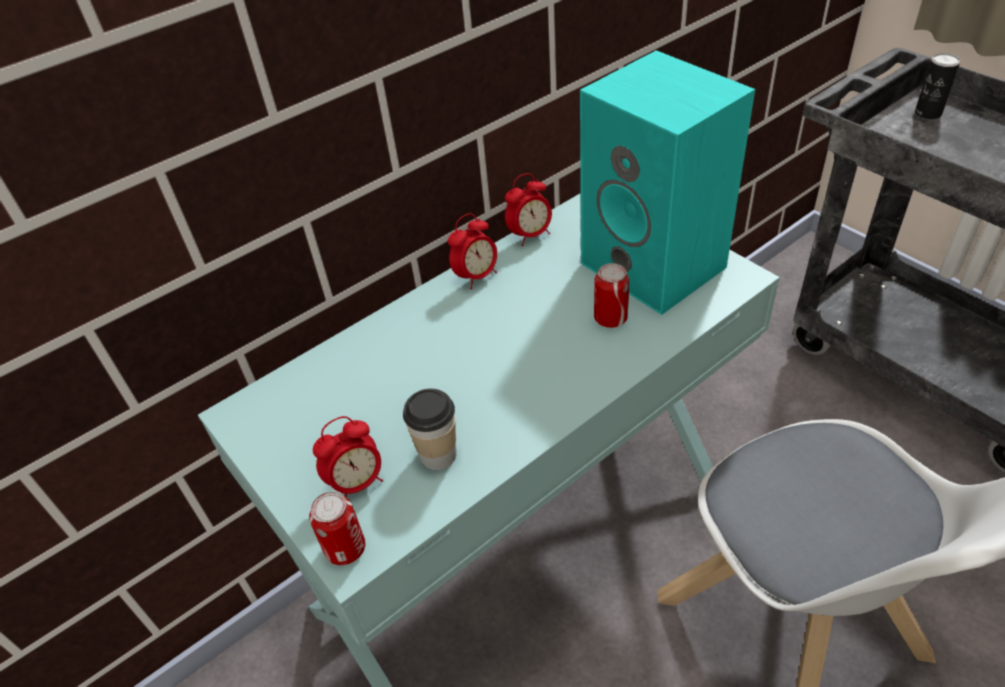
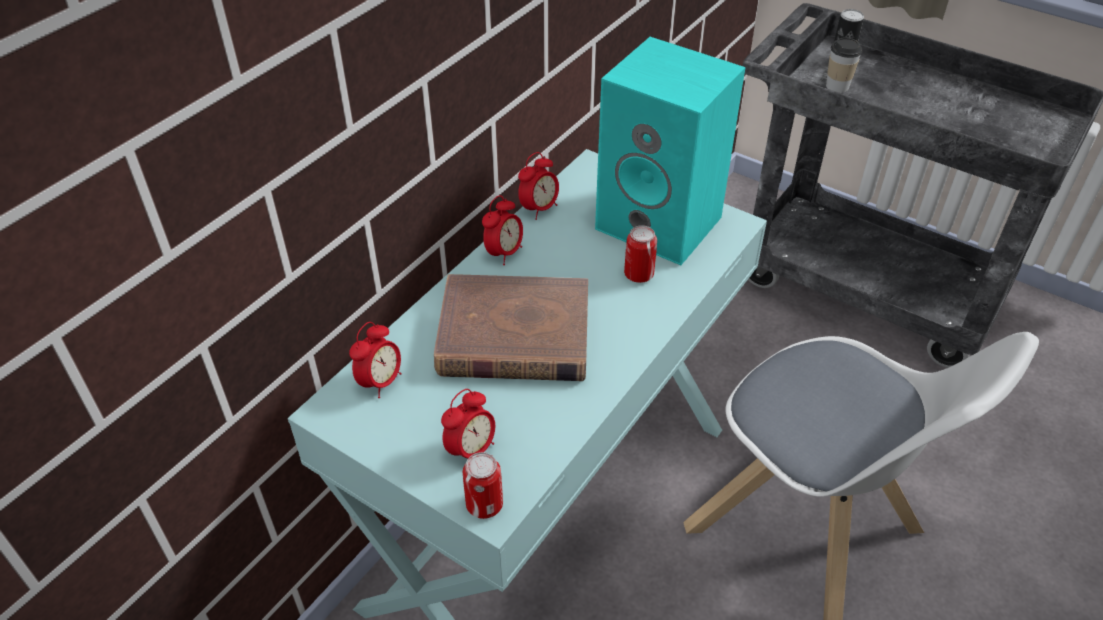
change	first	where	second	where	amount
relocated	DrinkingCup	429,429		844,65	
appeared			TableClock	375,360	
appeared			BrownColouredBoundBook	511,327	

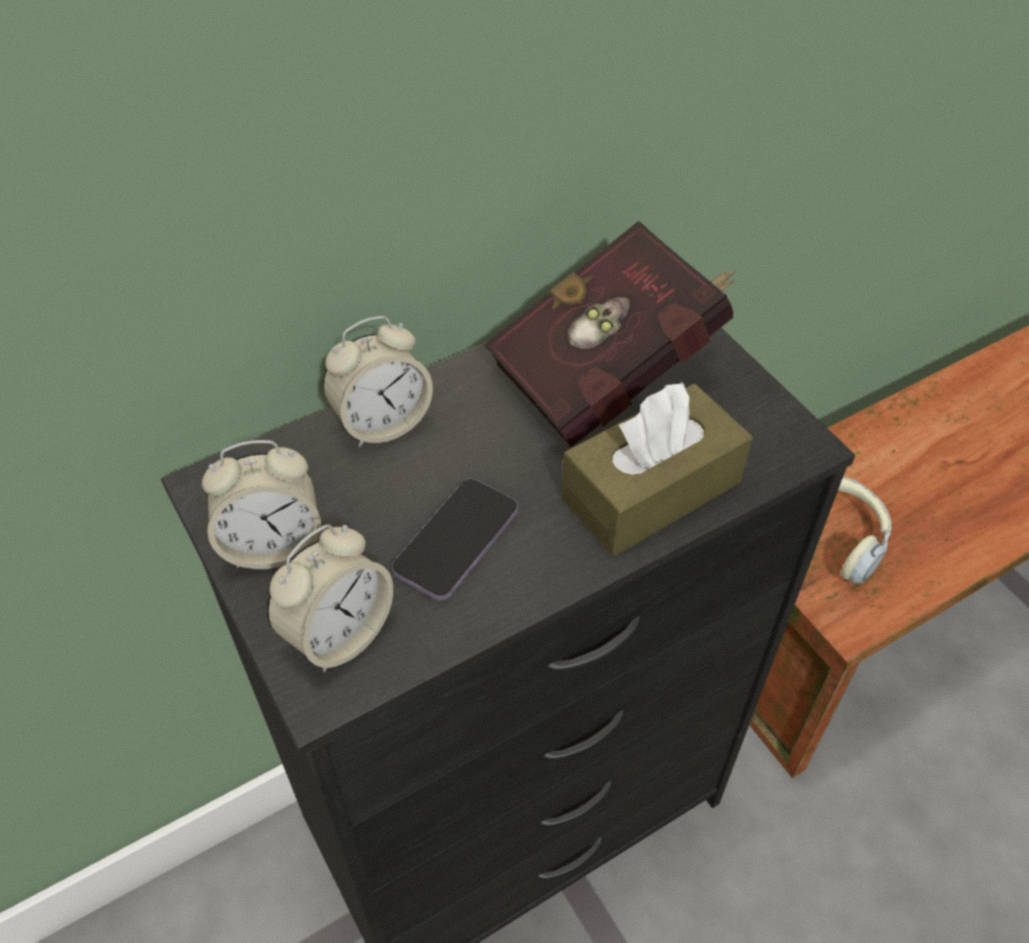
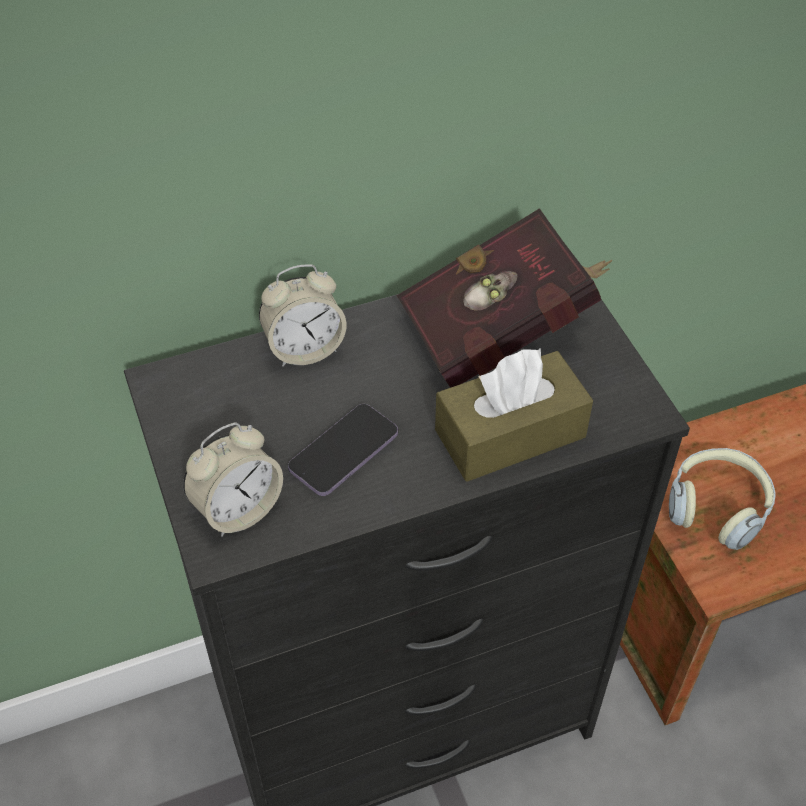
change	first	where	second	where	amount
missing	TableClock	261,504			

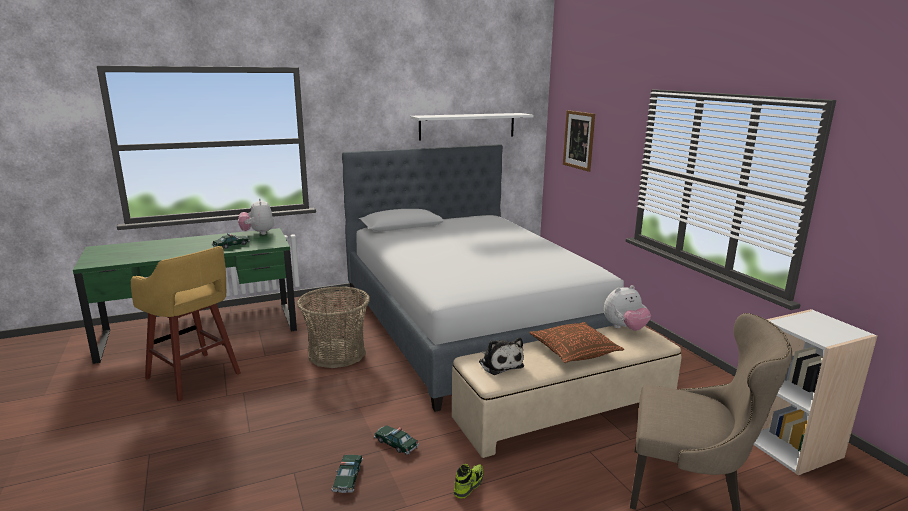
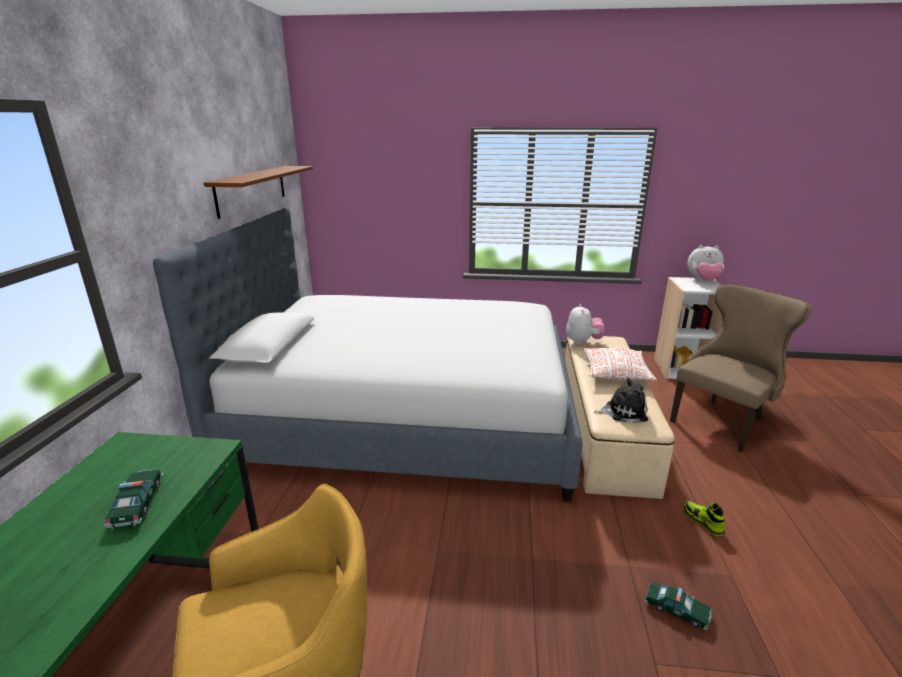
change	first	where	second	where	amount
relocated	CuddlyToy	256,216		705,263	
missing	Basket	333,327			
missing	MiniatureCar	396,440			
colour	WhiteWallShelf	471,126	BrownColouredWallShelf	258,192	
colour	BrownColouredPillow	576,342	WhitePillow	620,364	
missing	WallPicture	579,141			

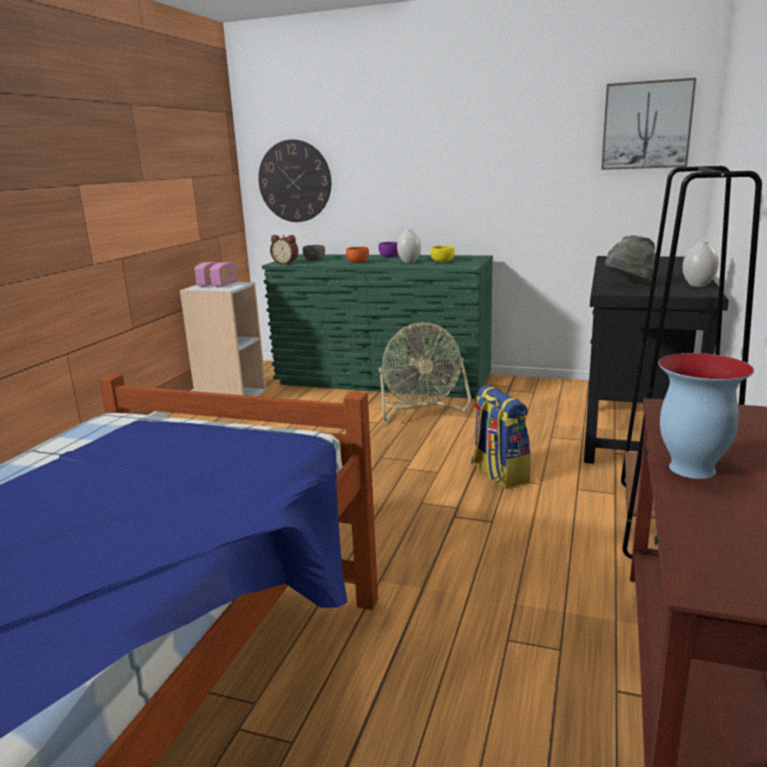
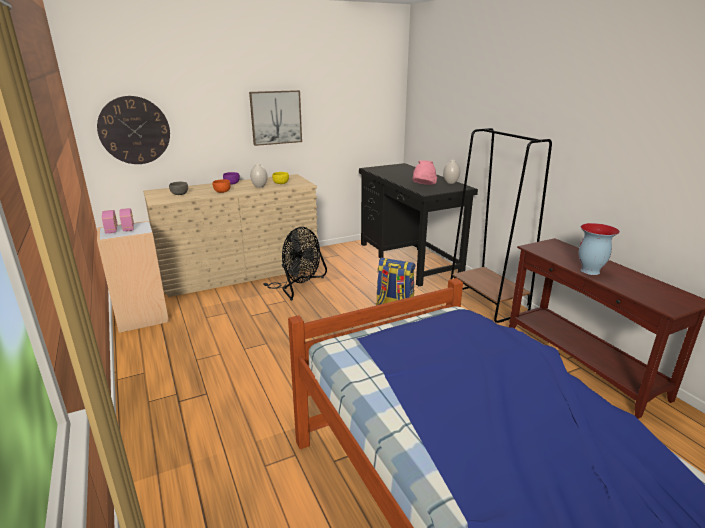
change	first	where	second	where	amount
colour	GreenDresser	377,326	SandColouredDresser	230,235	
missing	TableClock	284,249			
colour	SandColouredFan	425,373	BlackFan	295,264	
relocated	WallPicture	648,124		275,118	
colour	GreyWearableHat	630,259	PinkColouredWearableHat	425,172	

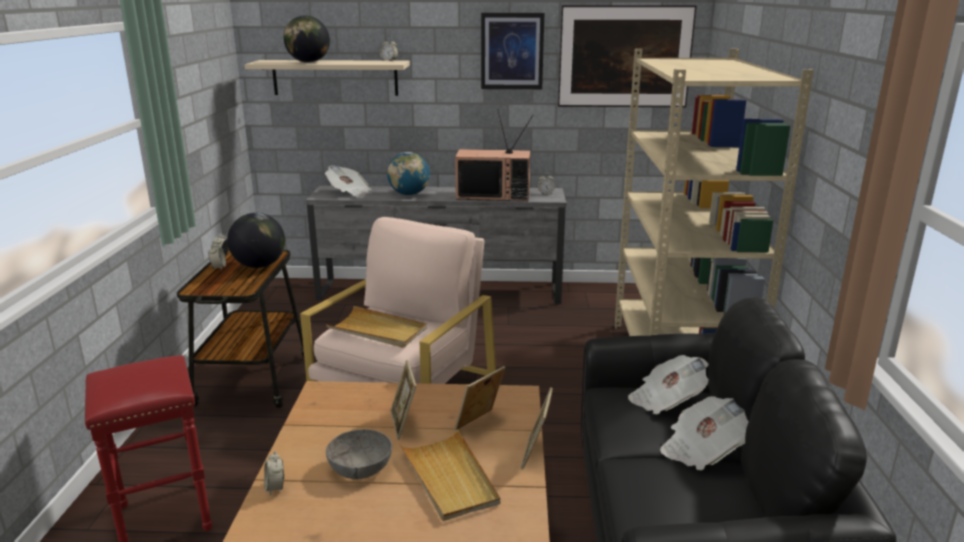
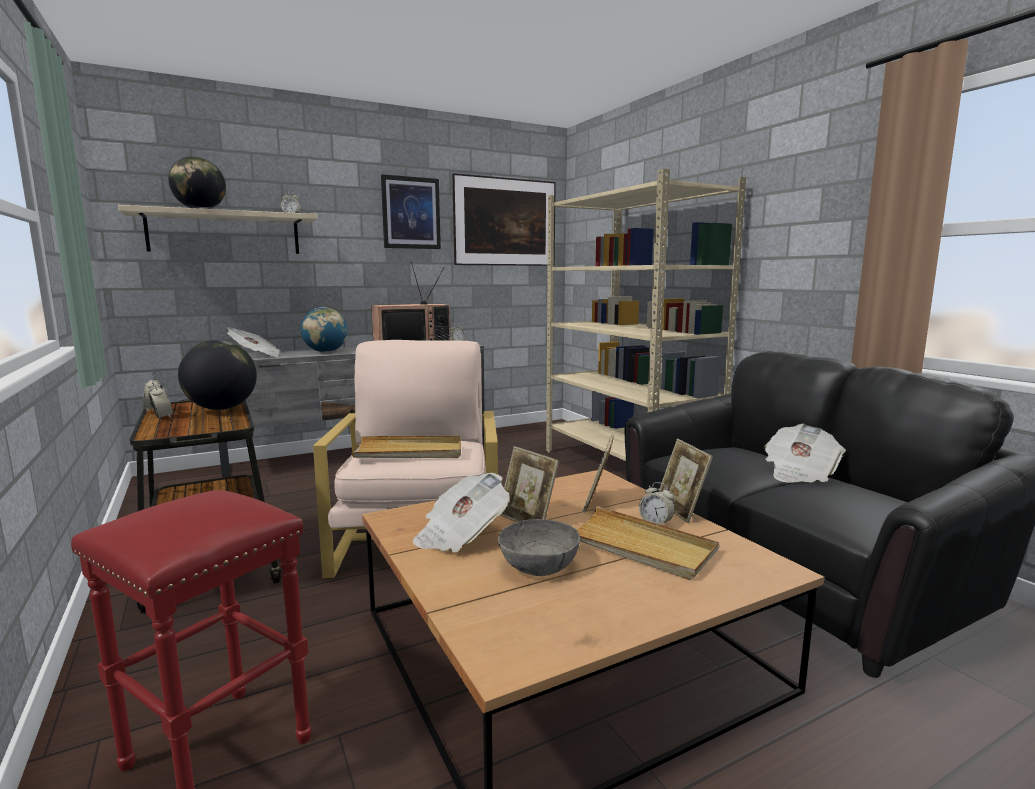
change	first	where	second	where	amount
relocated	TableClock	274,473		657,504	
relocated	PrintedPaper	668,385		461,512	

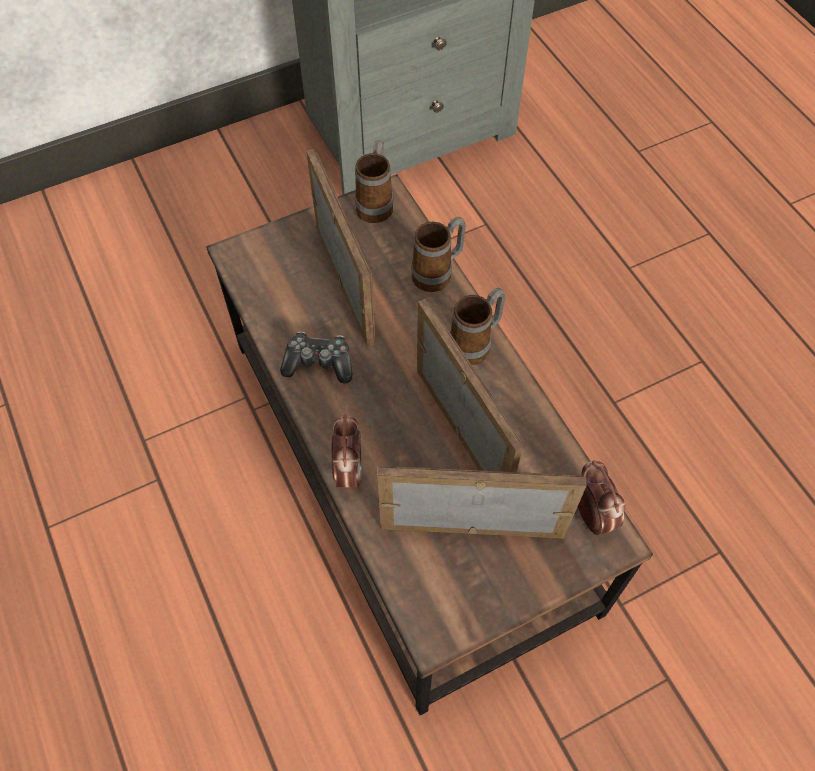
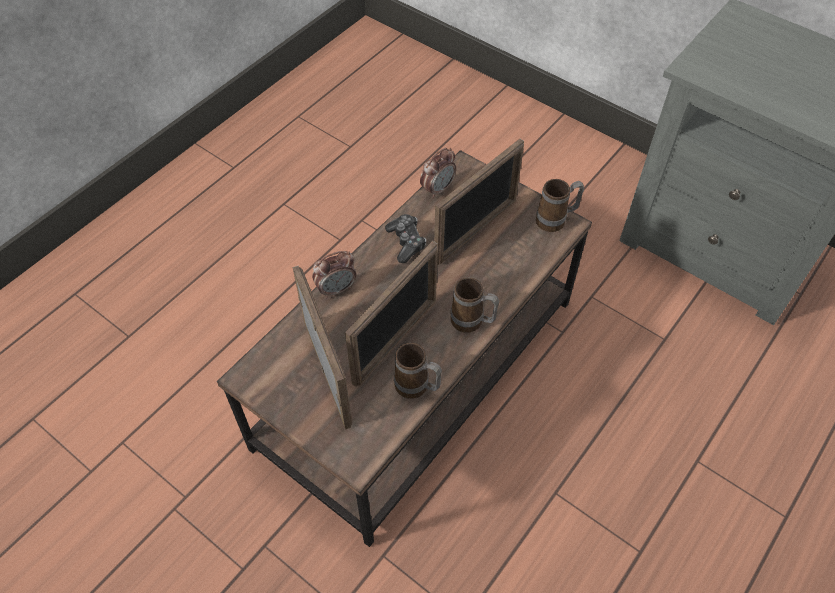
change	first	where	second	where	amount
relocated	Mug	438,254		418,371	
relocated	TableClock	601,497		438,173	

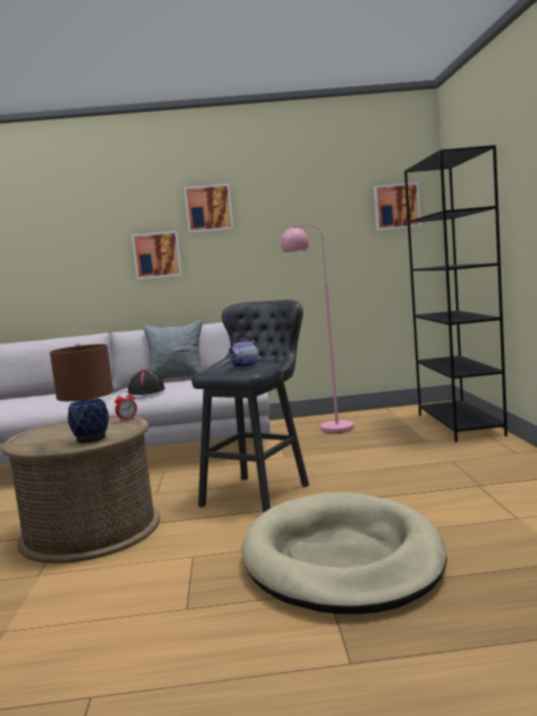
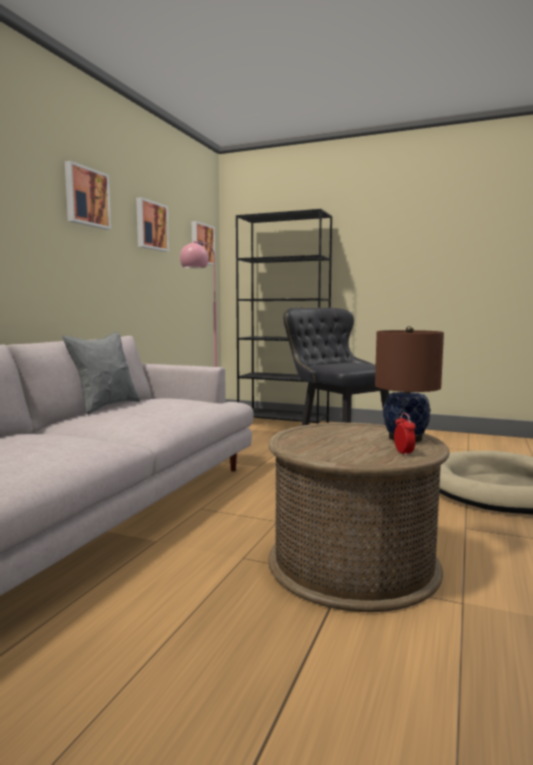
change	first	where	second	where	amount
relocated	TableClock	126,406		405,434	
missing	BlackWearableHat	146,382			
relocated	WallPicture	157,255		152,224	
missing	TeaPot	243,353			

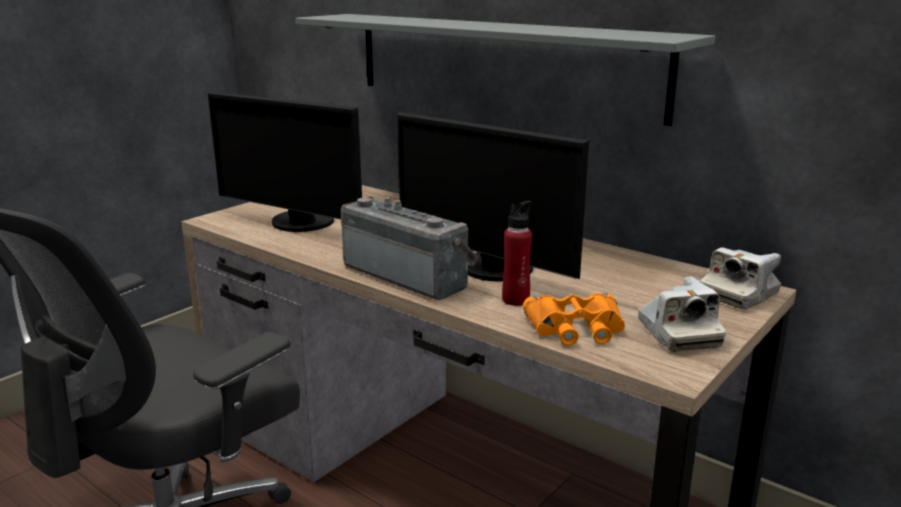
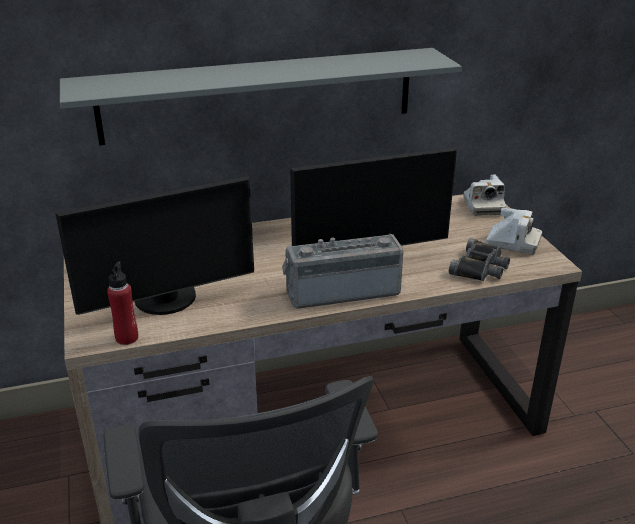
change	first	where	second	where	amount
relocated	RedBeverageBottle	517,253		122,303	
colour	OrangeyPairOfBinoculars	574,319	BlackPairOfBinoculars	479,259	

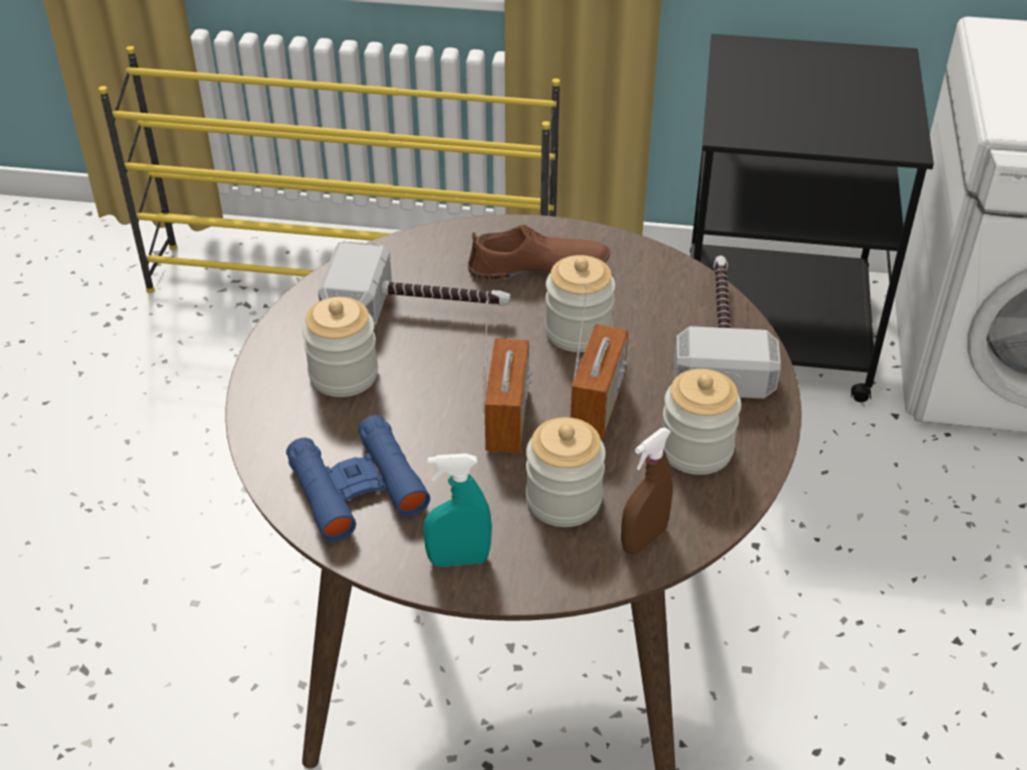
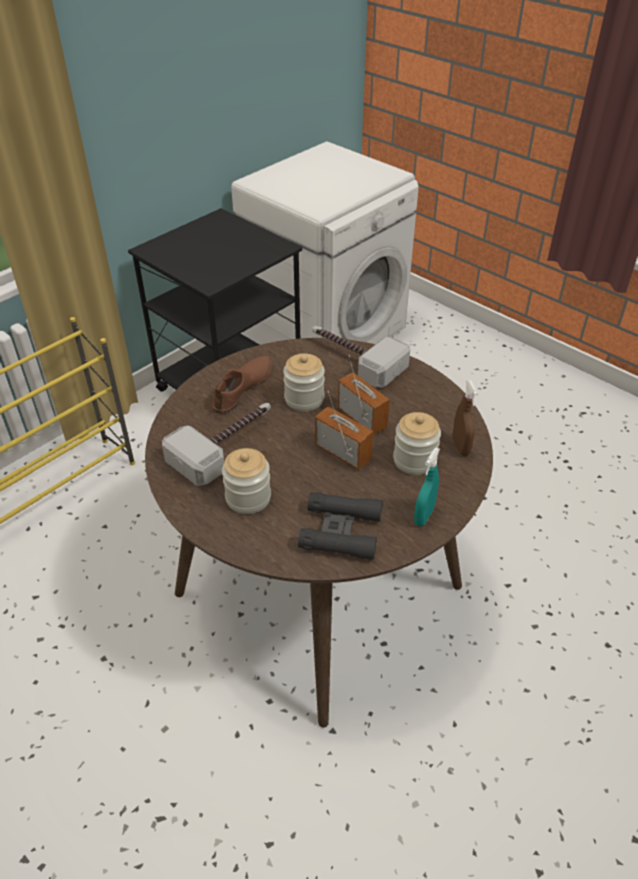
change	first	where	second	where	amount
colour	BluishPairOfBinoculars	358,478	BlackPairOfBinoculars	340,526	
missing	StorageJar	701,422			

